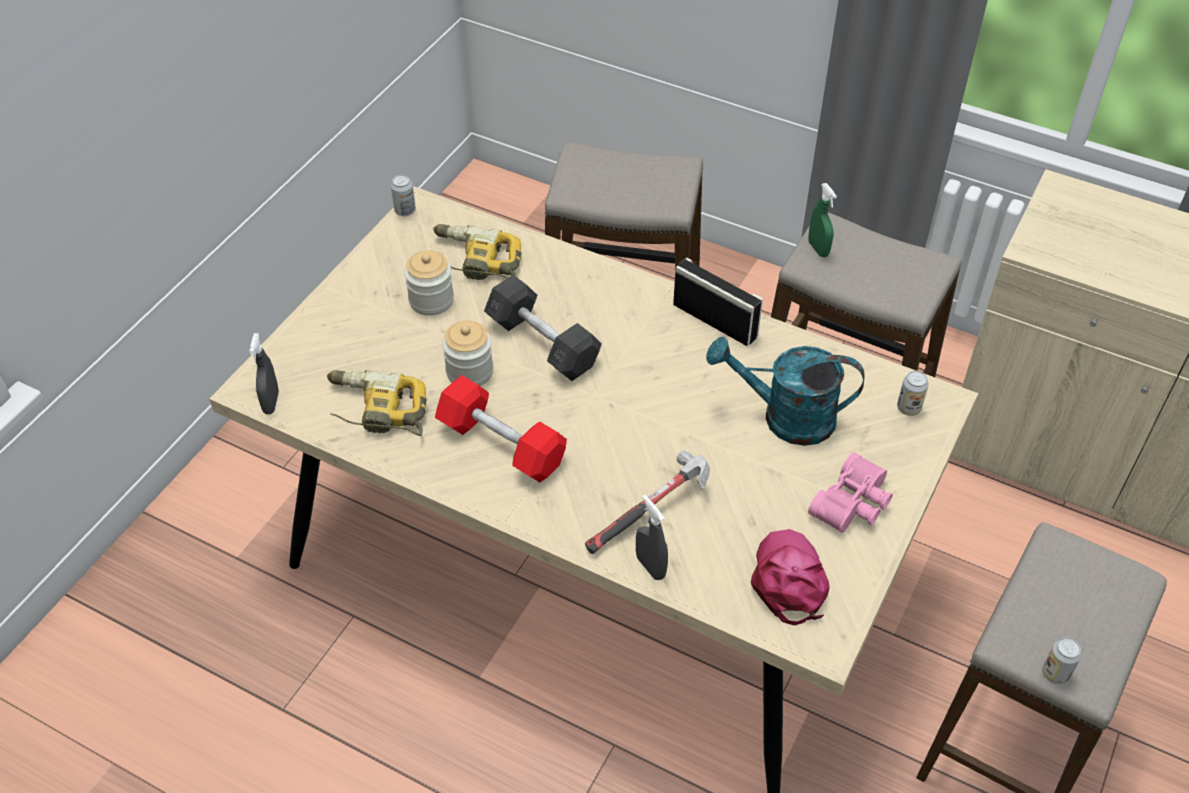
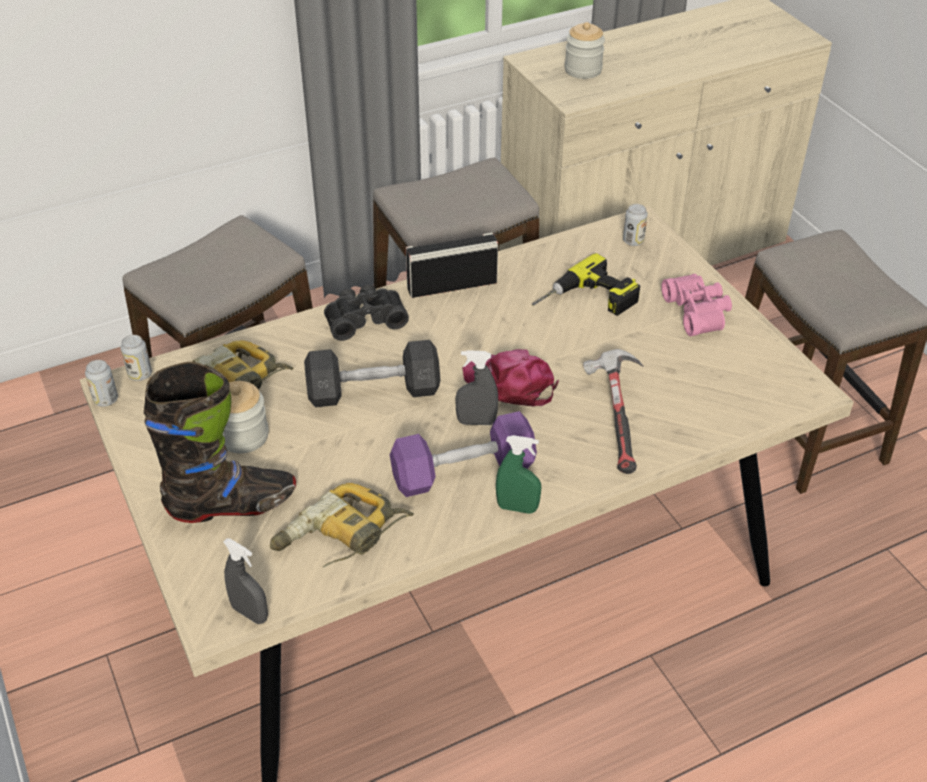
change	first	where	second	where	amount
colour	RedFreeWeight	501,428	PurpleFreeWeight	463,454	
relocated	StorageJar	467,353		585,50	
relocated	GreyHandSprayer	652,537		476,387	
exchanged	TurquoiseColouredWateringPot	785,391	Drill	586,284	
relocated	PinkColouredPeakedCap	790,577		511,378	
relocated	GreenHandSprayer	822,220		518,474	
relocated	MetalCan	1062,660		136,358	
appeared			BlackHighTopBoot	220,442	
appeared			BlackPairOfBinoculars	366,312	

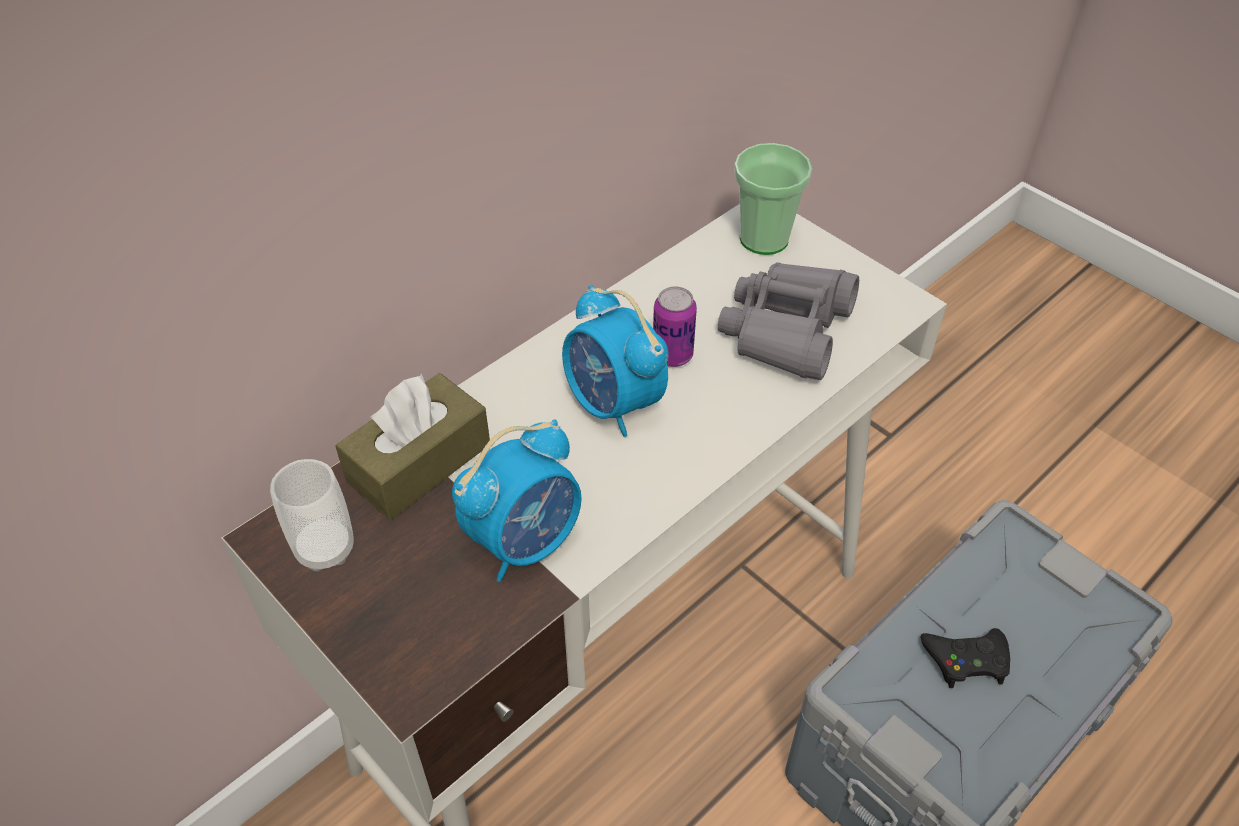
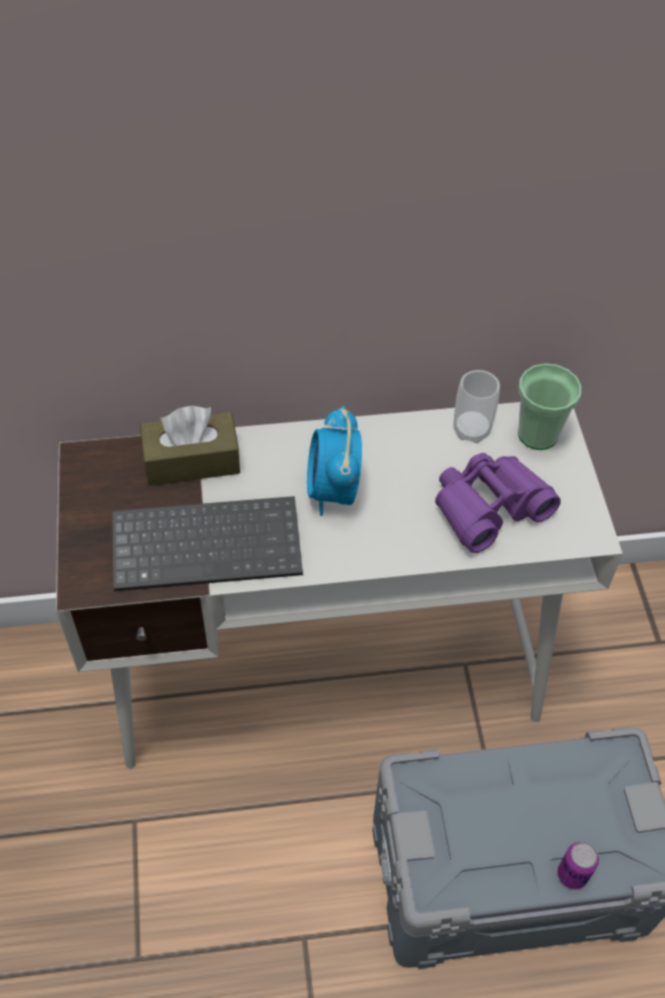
change	first	where	second	where	amount
relocated	DrinkingCup	312,515		476,406	
exchanged	TableClock	517,500	PcKeyboard	207,543	
relocated	MetalCan	675,327		578,865	
colour	GreyPairOfBinoculars	788,321	PurplePairOfBinoculars	498,503	
missing	BlackGameController	965,658			

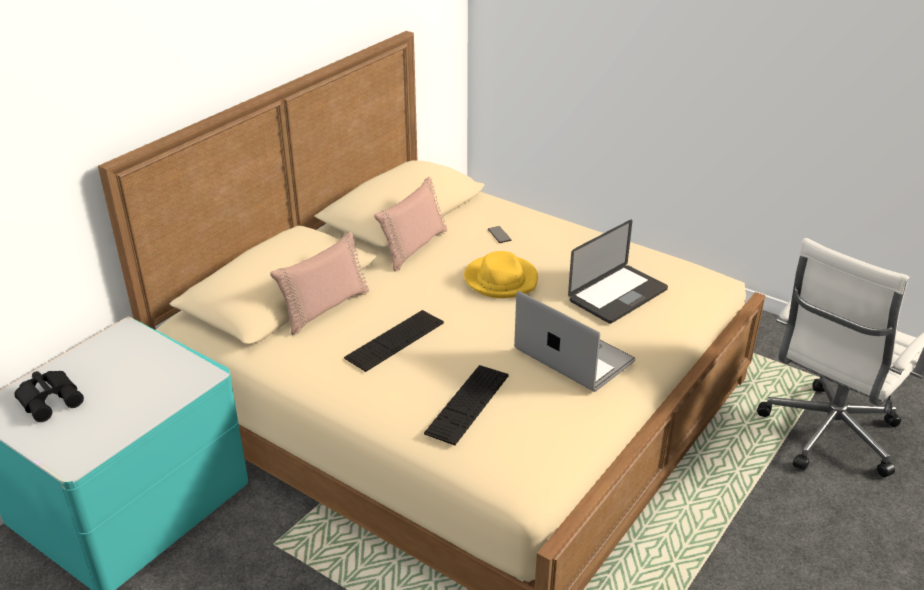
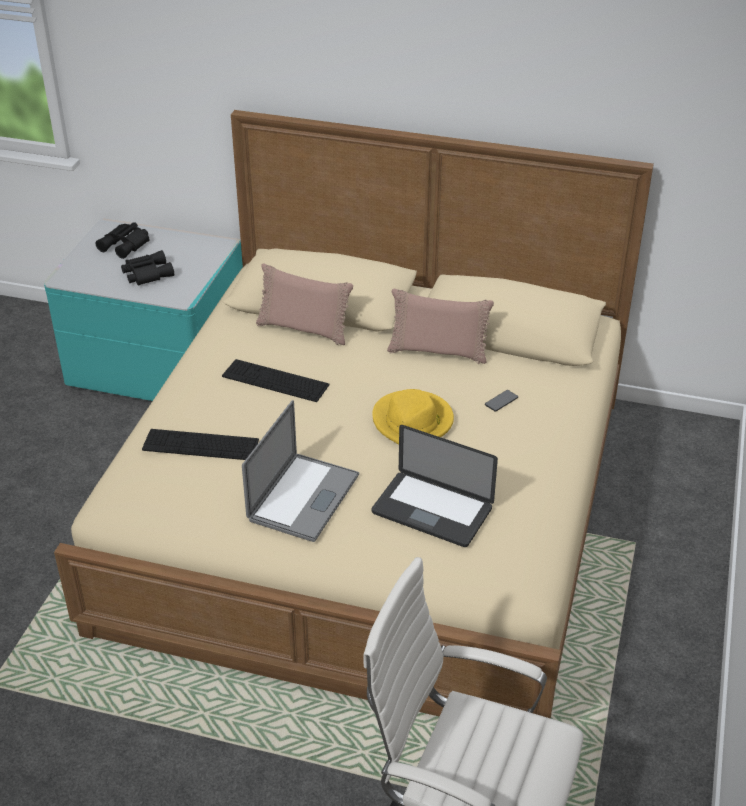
change	first	where	second	where	amount
appeared			BlackPairOfBinoculars	147,268	

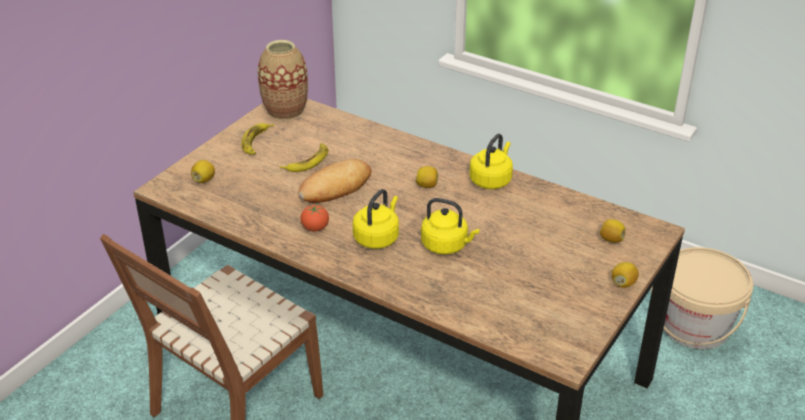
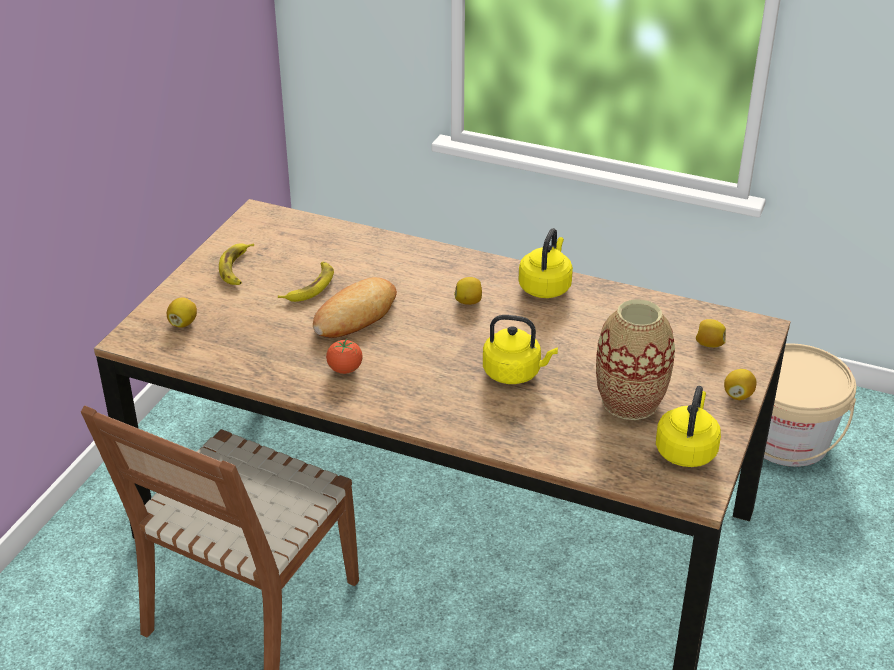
change	first	where	second	where	amount
relocated	Vase	282,80		635,359	
relocated	YellowishWaterKettle	376,219		688,426	

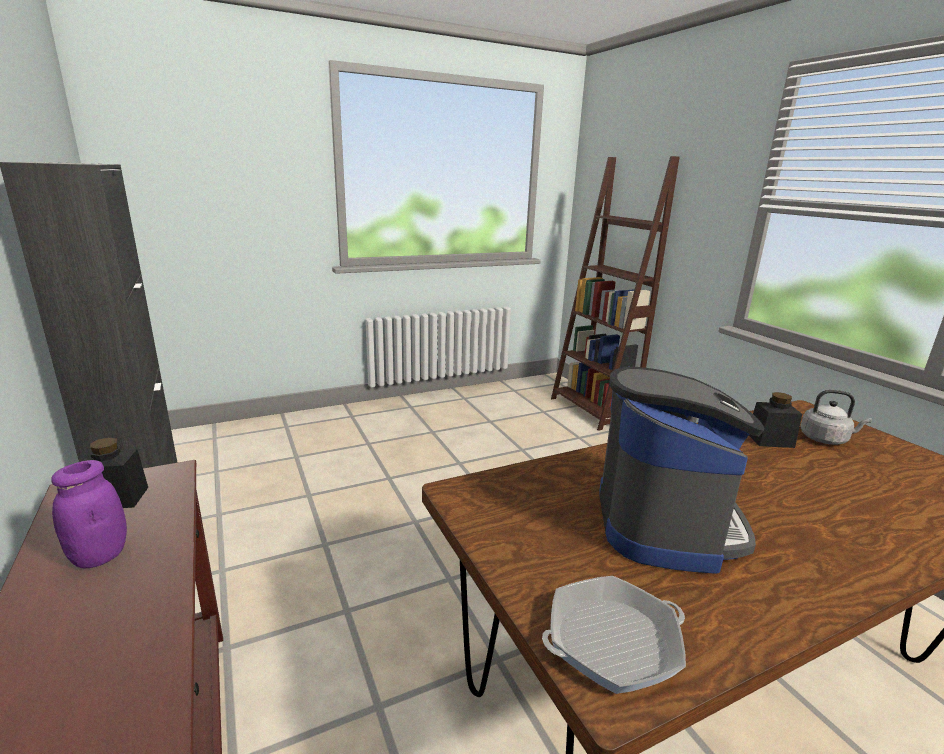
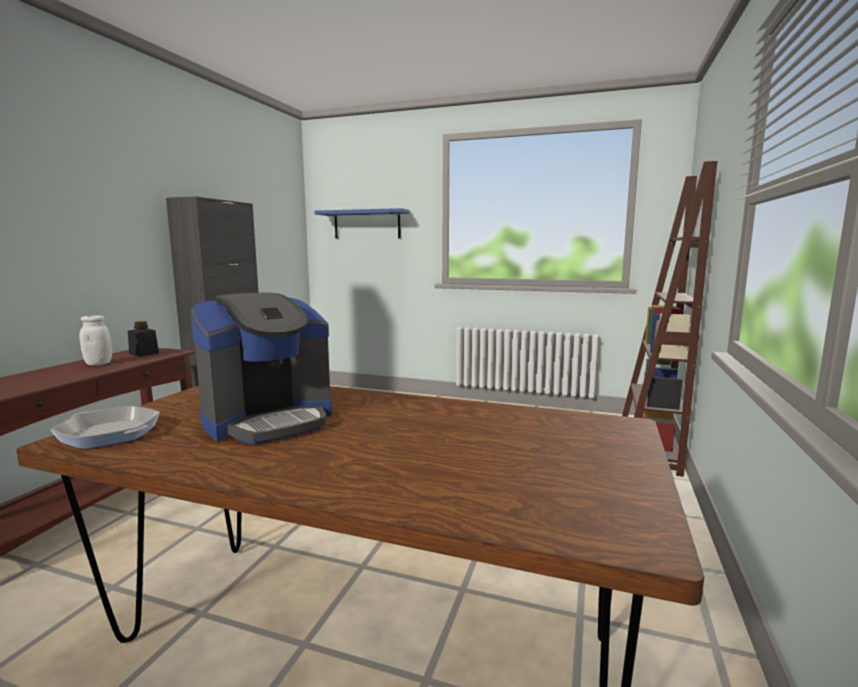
change	first	where	second	where	amount
colour	PurpleStorageJar	89,514	WhiteStorageJar	95,340	
missing	BlackStorageJar	775,420			
missing	GreyWaterKettle	836,417			
appeared			BluishWallShelf	362,223	

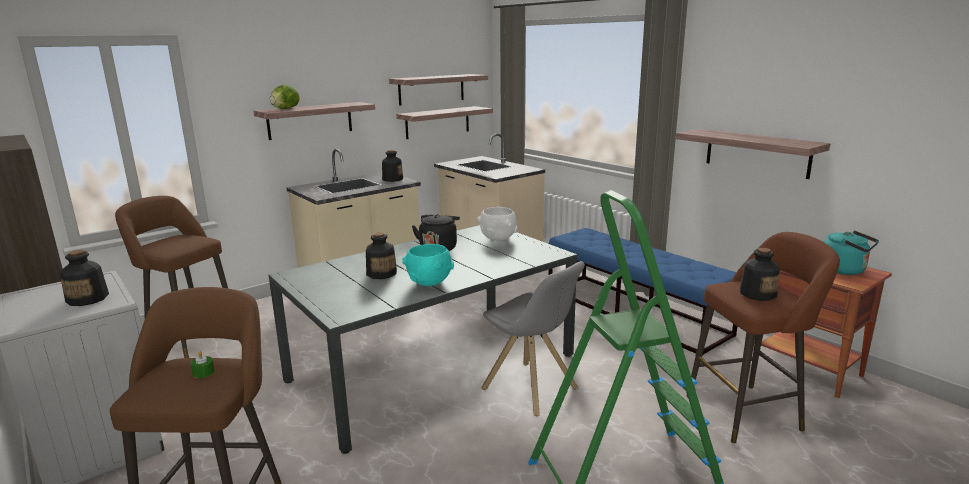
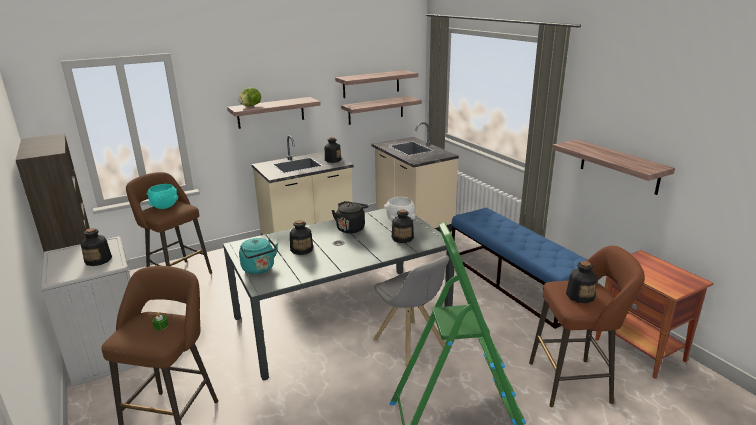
change	first	where	second	where	amount
relocated	TurquoiseColouredServingBowl	428,265		162,196	
relocated	TurquoiseColouredWaterKettle	851,253		258,256	
appeared			BeverageBottle	403,226	

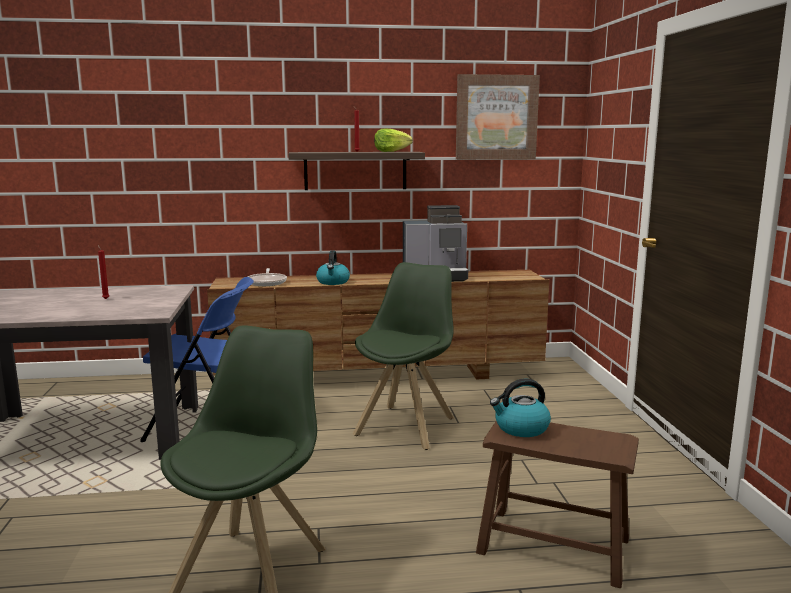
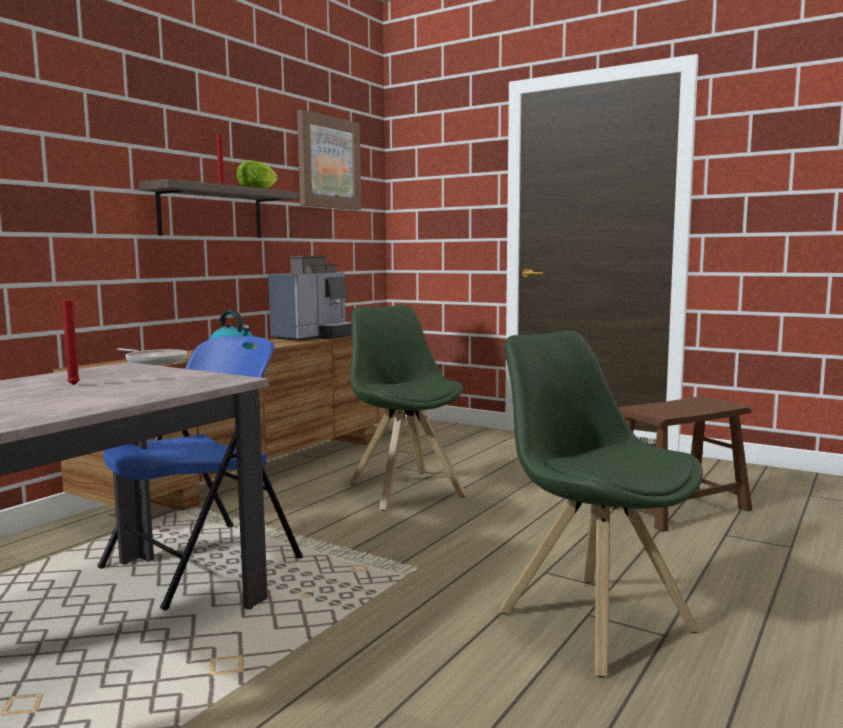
change	first	where	second	where	amount
missing	WaterKettle	520,408			

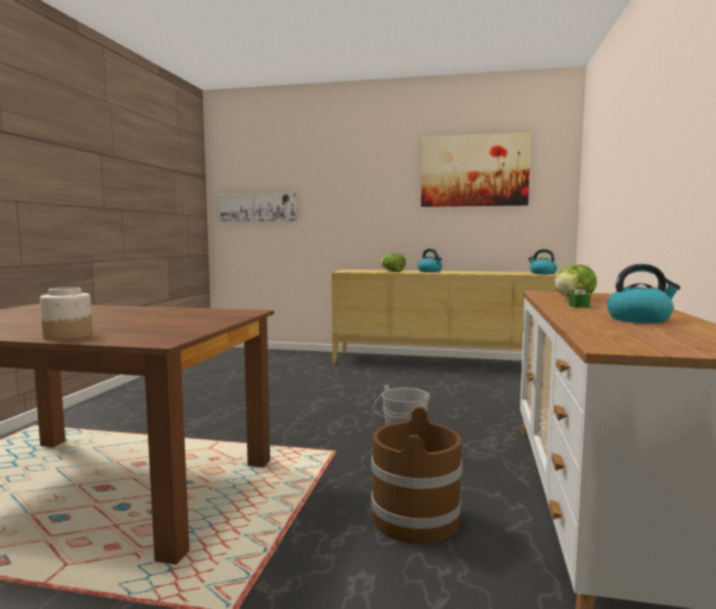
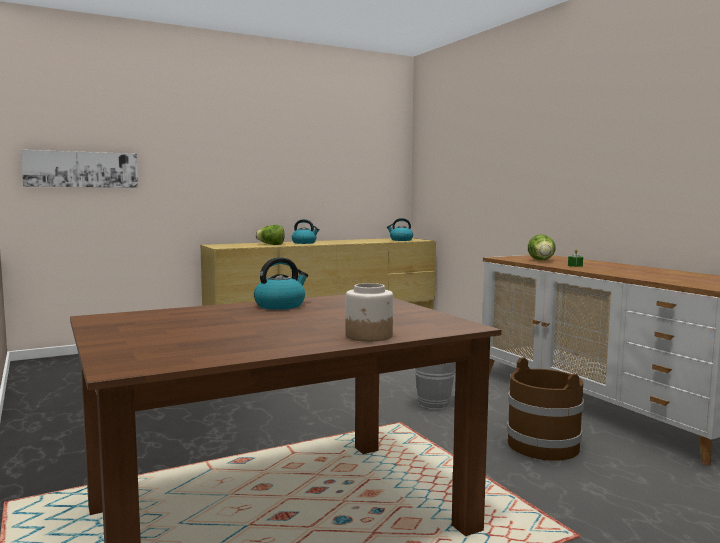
change	first	where	second	where	amount
missing	WallPicture	476,170			
relocated	WaterKettle	643,293		281,283	

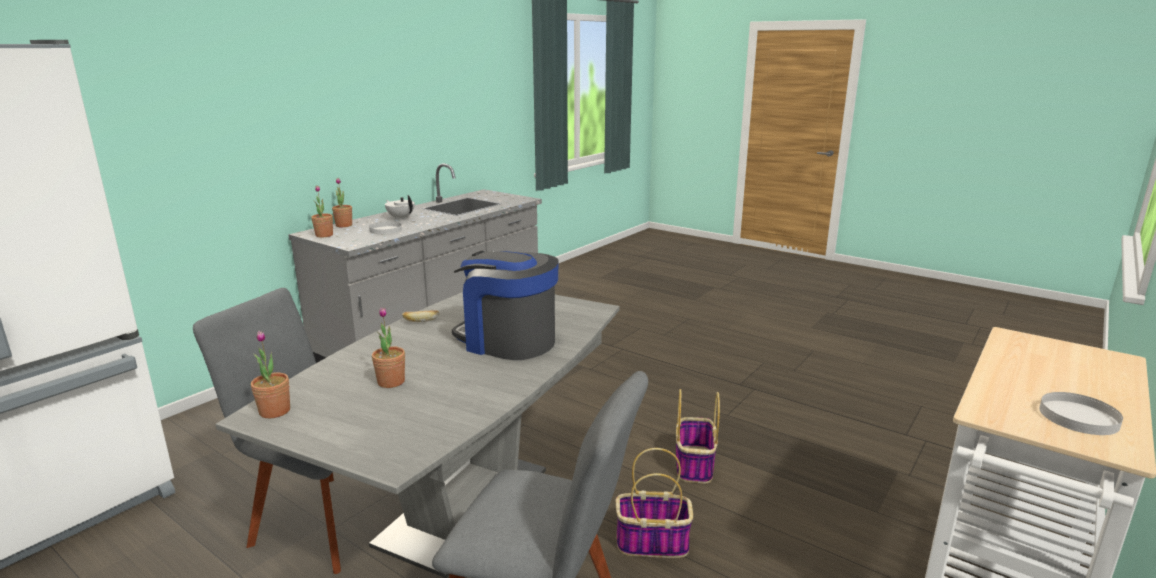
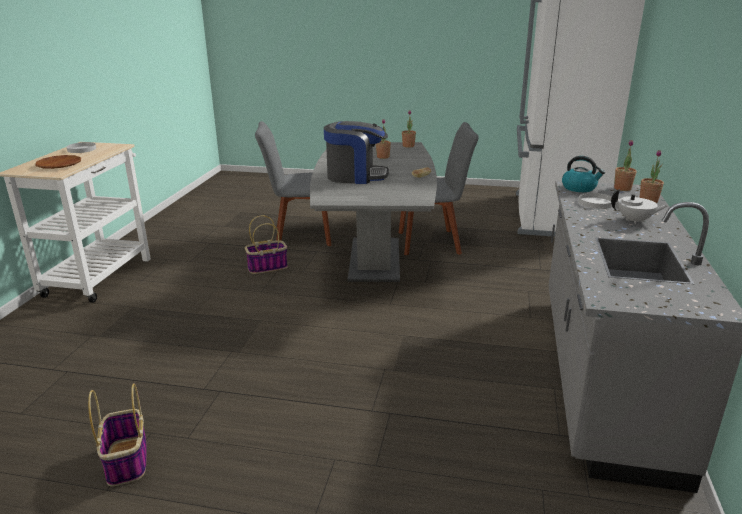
change	first	where	second	where	amount
relocated	Basket	698,436		117,435	
appeared			BrownColouredPlate	58,162	
appeared			WaterKettle	583,174	

